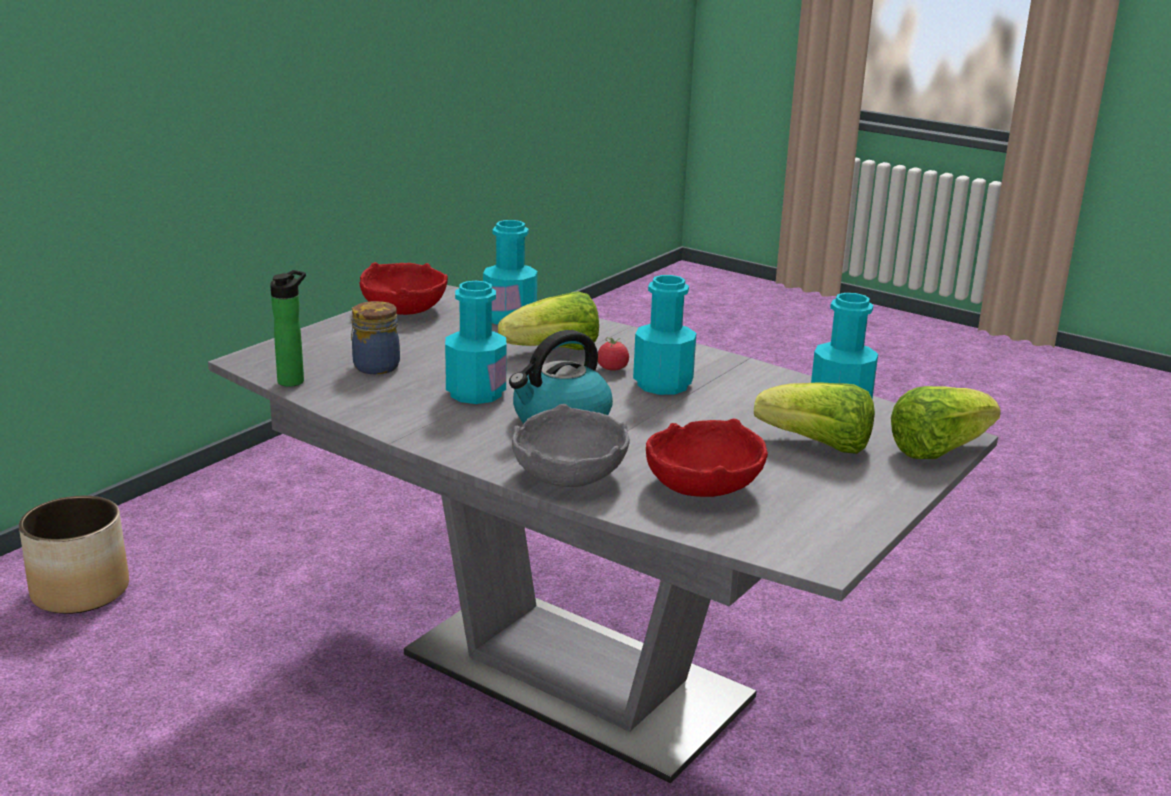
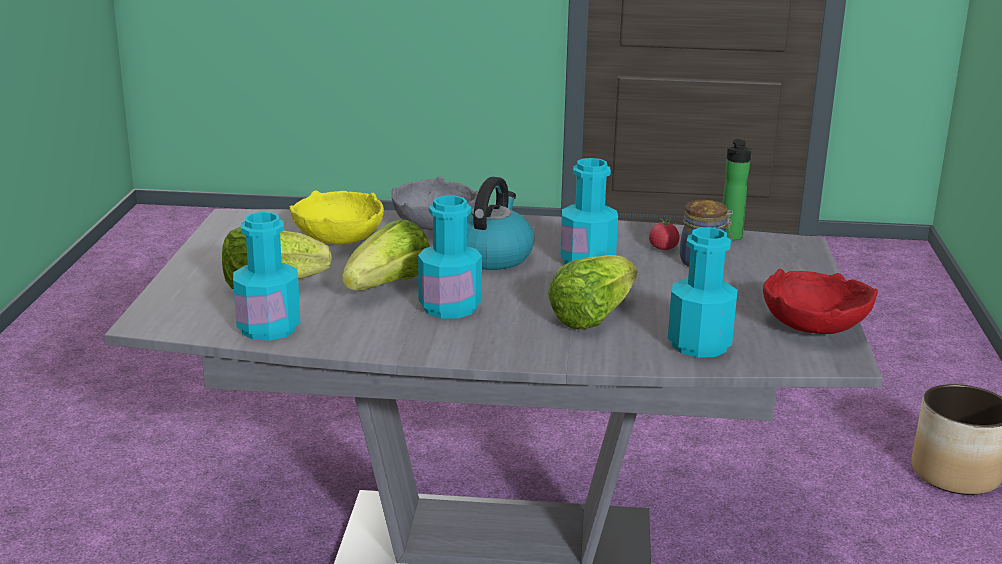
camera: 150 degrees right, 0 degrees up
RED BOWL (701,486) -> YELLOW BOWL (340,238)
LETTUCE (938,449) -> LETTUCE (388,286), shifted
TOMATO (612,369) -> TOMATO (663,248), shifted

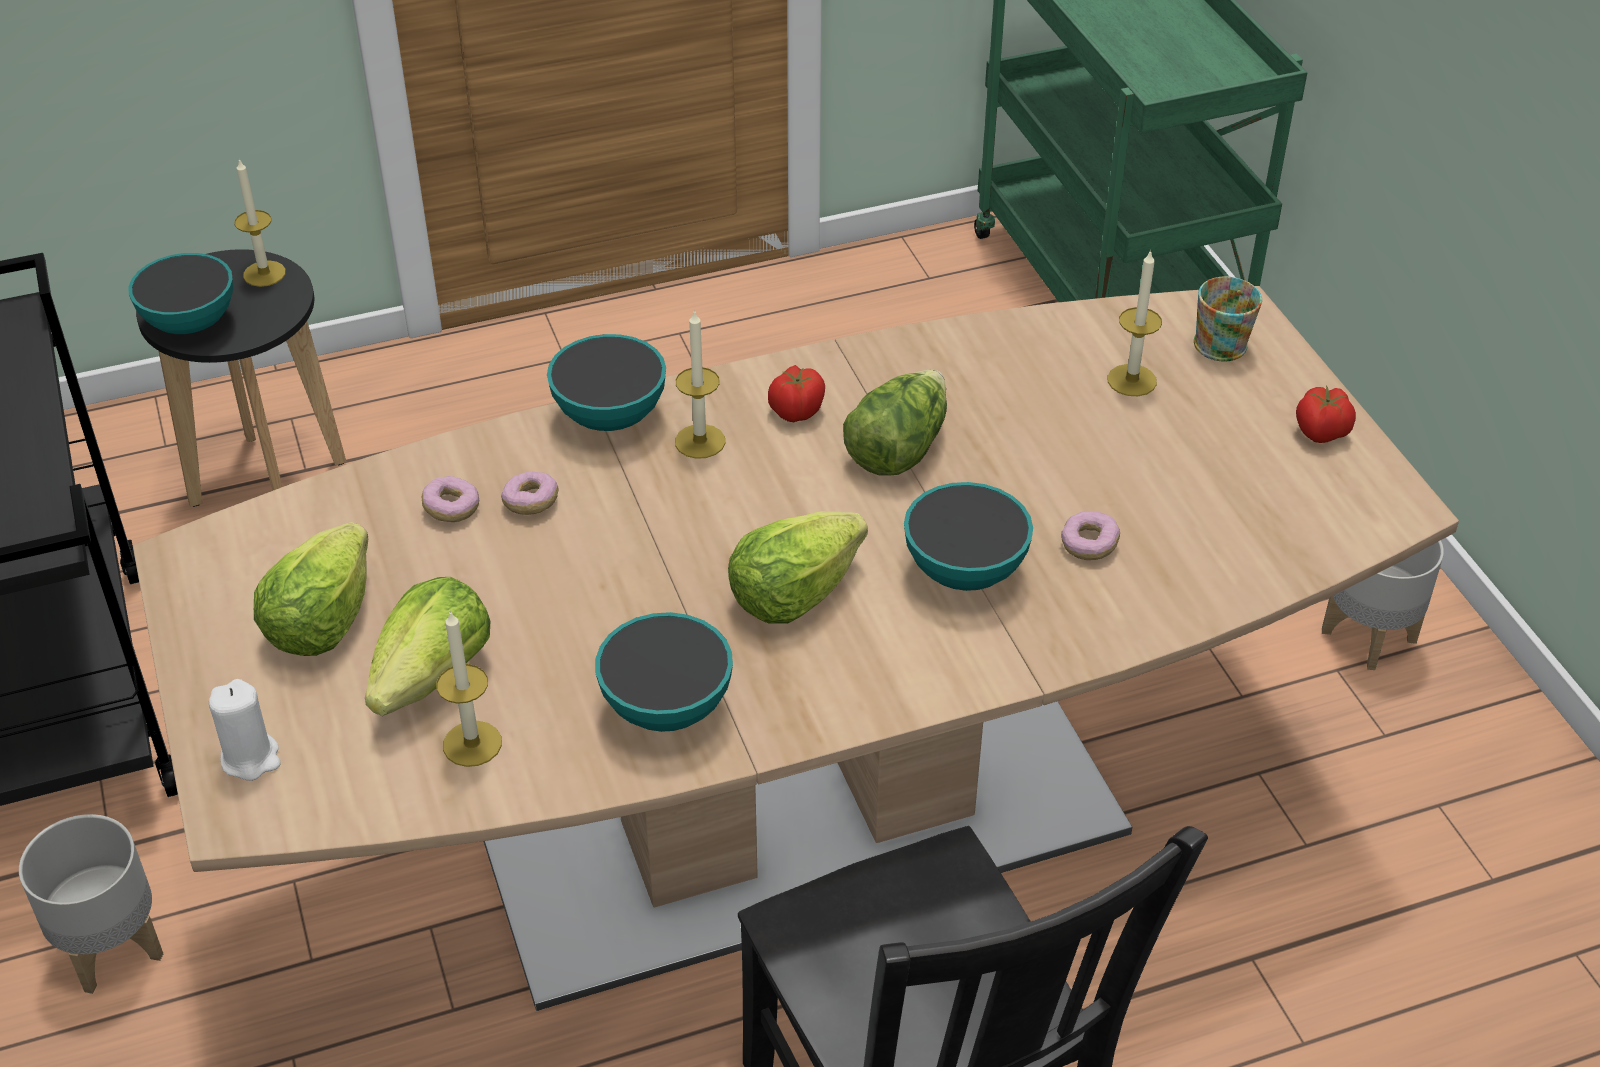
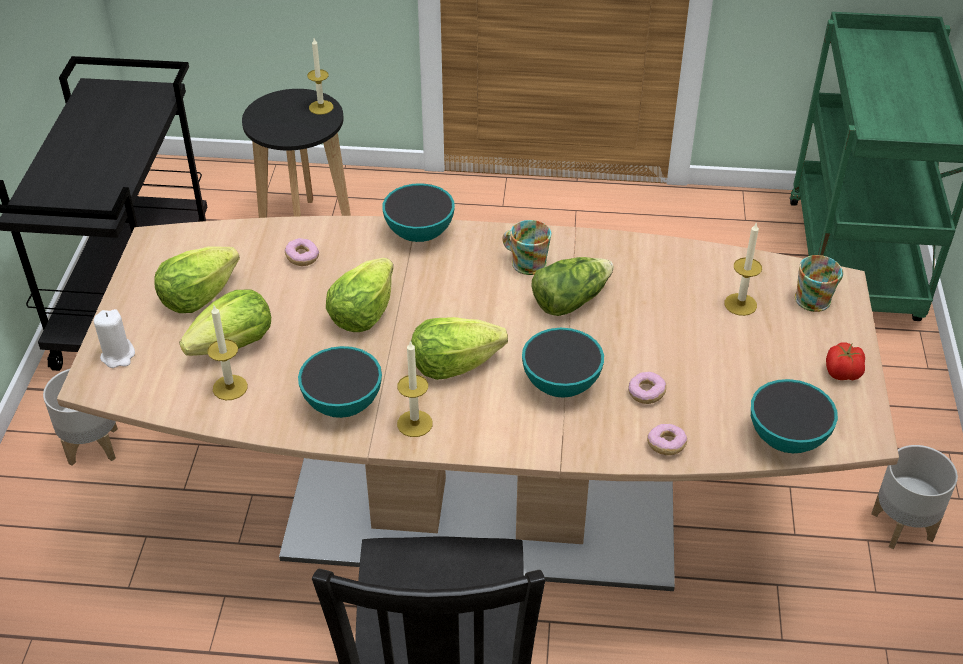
camera: 25 degrees right, 0 degrees up
none -> LETTUCE (362,314)
CANDLE (700,441) -> CANDLE (414,423), shifted
TOMATO (796,411) -> MUG (525,262)
DONUT (531,502) -> DONUT (666,445), shifted
BOWL (190,323) -> BOWL (786,438), shifted

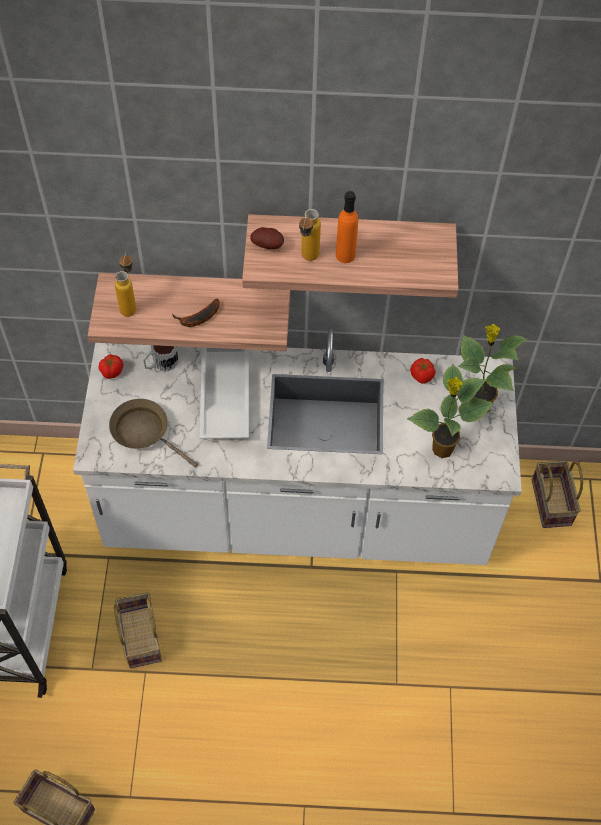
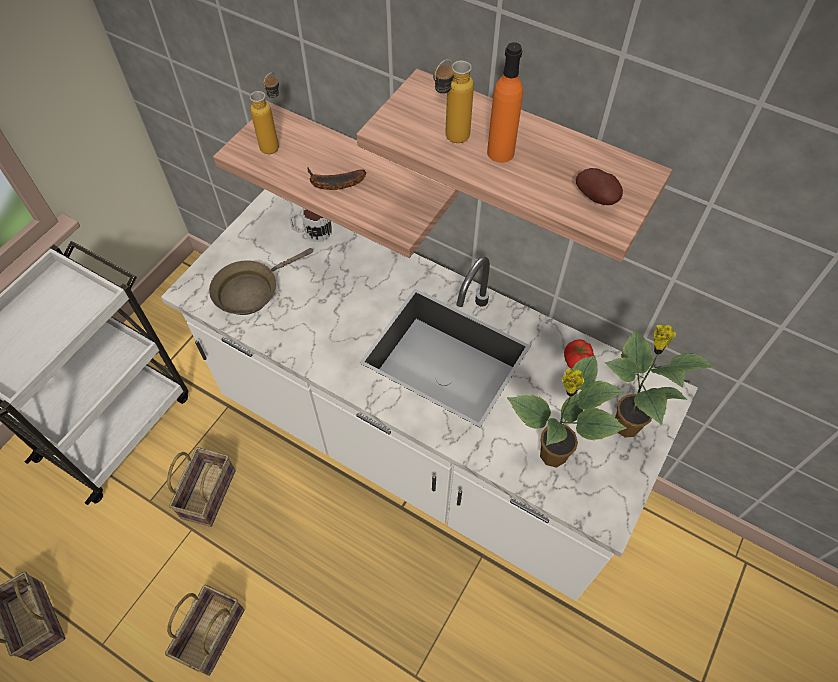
camera: 30 degrees right, 0 degrees up
BASKET (552,503) -> BASKET (212,637), shifted
BROWN FRYING PAN (144,432) -> BROWN FRYING PAN (251,290), 105 degrees counterclockwise
POTATO (268,245) -> POTATO (597,198), shifted
TOMATO (112,372) -> none
WHITE TRAY (223,395) -> none

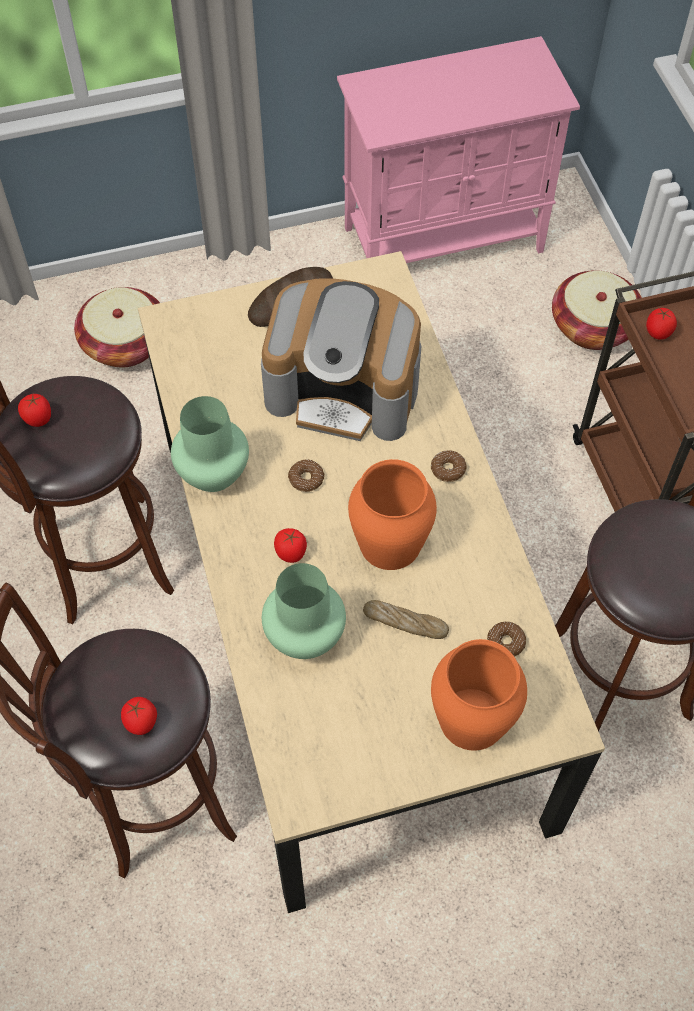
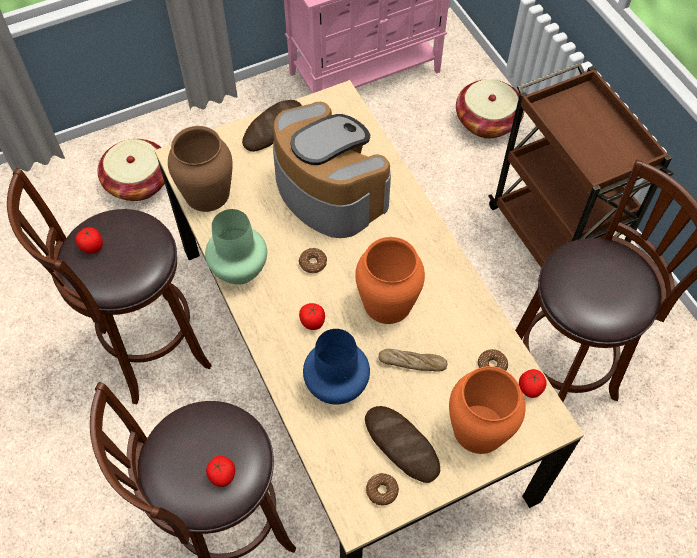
camera: 10 degrees left, 0 degrees up
none -> BROWN VASE (207,193)
COFFEE MACHINE (344,390) -> COFFEE MACHINE (328,191), 135 degrees counterclockwise
GREEN VASE (304,637) -> BLUE VASE (336,386)
none -> BREAD (401,445)
DONUT (448,469) -> DONUT (382,491), shifted
TOMATO (657,333) -> TOMATO (529,389), shifted

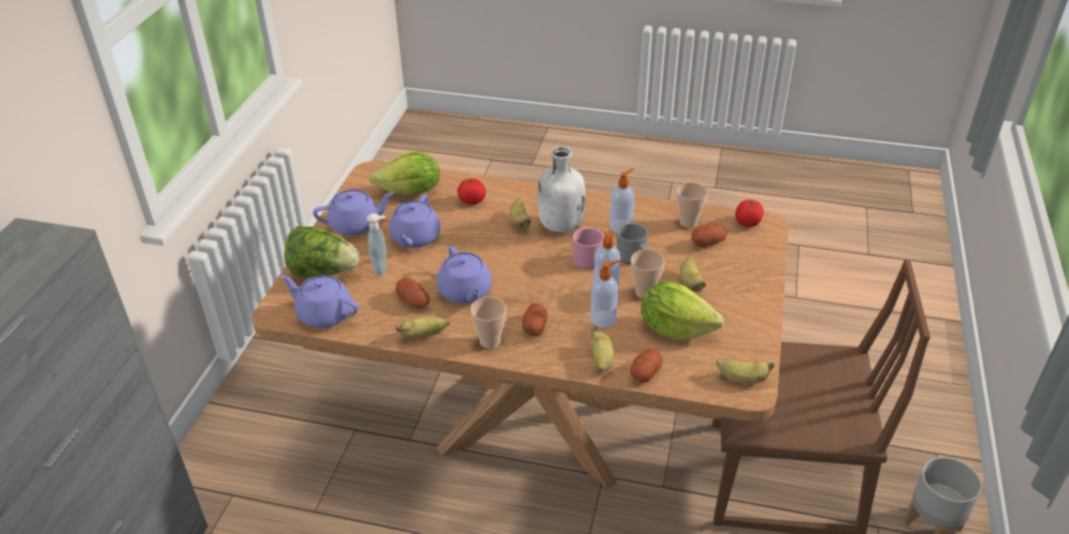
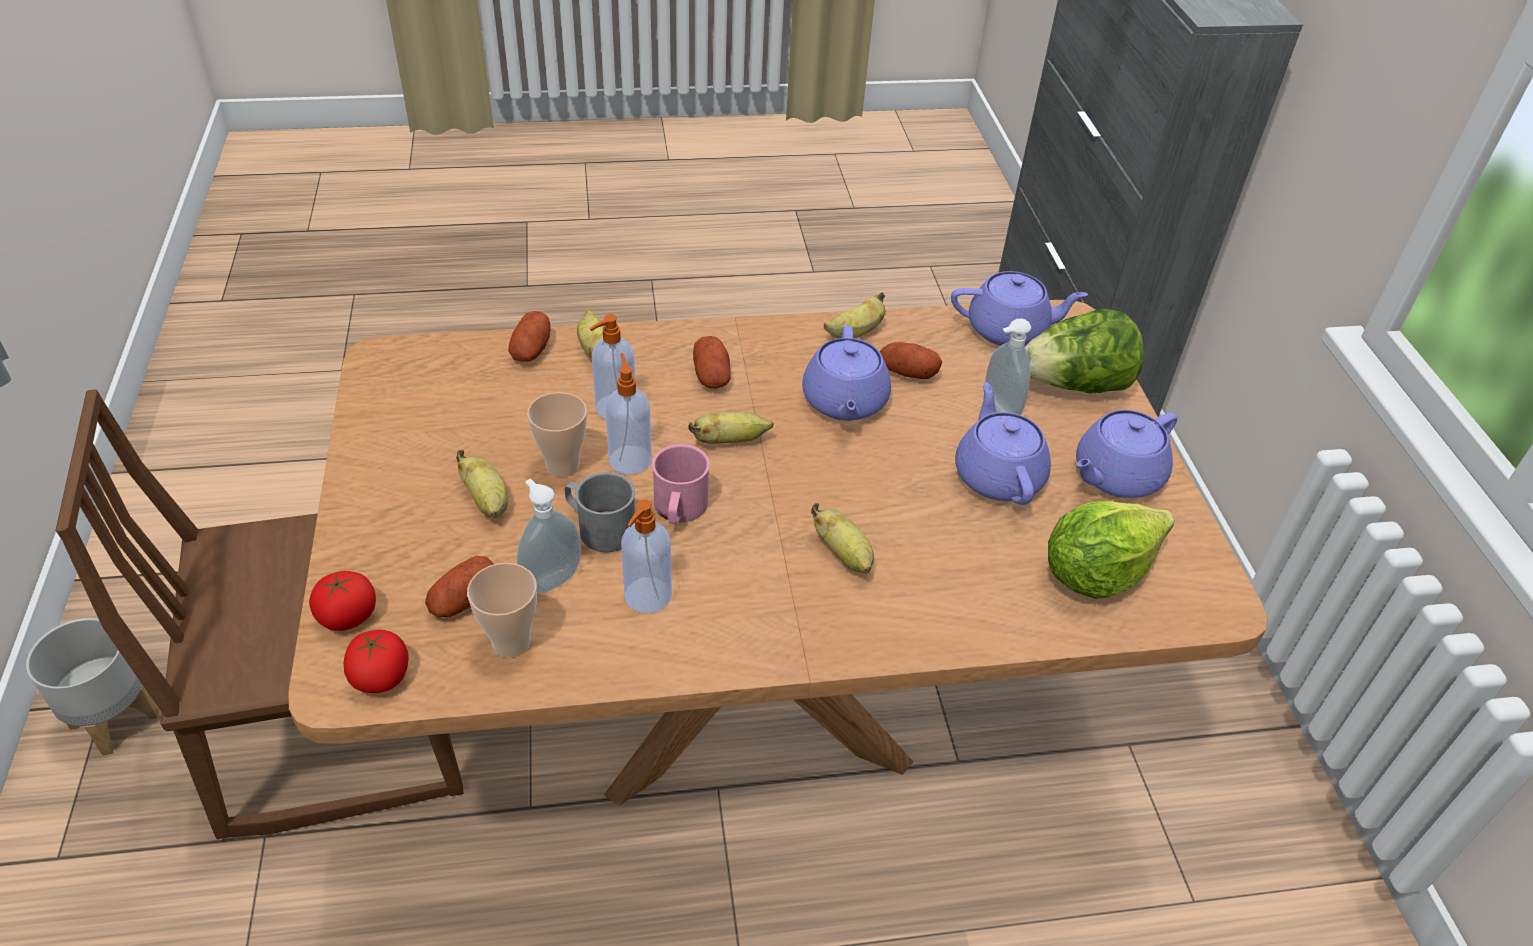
camera: 155 degrees right, 5 degrees up
TOMATO (472,201) -> TOMATO (348,616), shifted
none -> SOAP DISPENSER (550,579)
BANANA (742,379) -> BANANA (730,441), shifted
PURPLE TEAPOT (465,292) -> PURPLE TEAPOT (844,402), 135 degrees counterclockwise
CUP (490,342) -> none
WHITE BOTTLE (559,225) -> none
LETTUCE (675,328) -> none

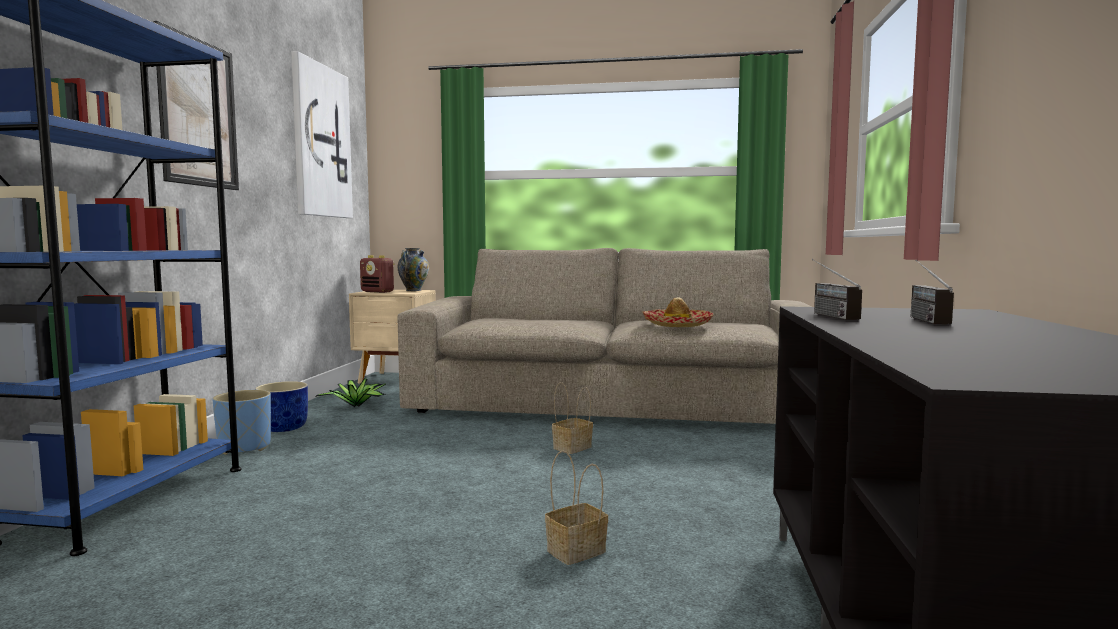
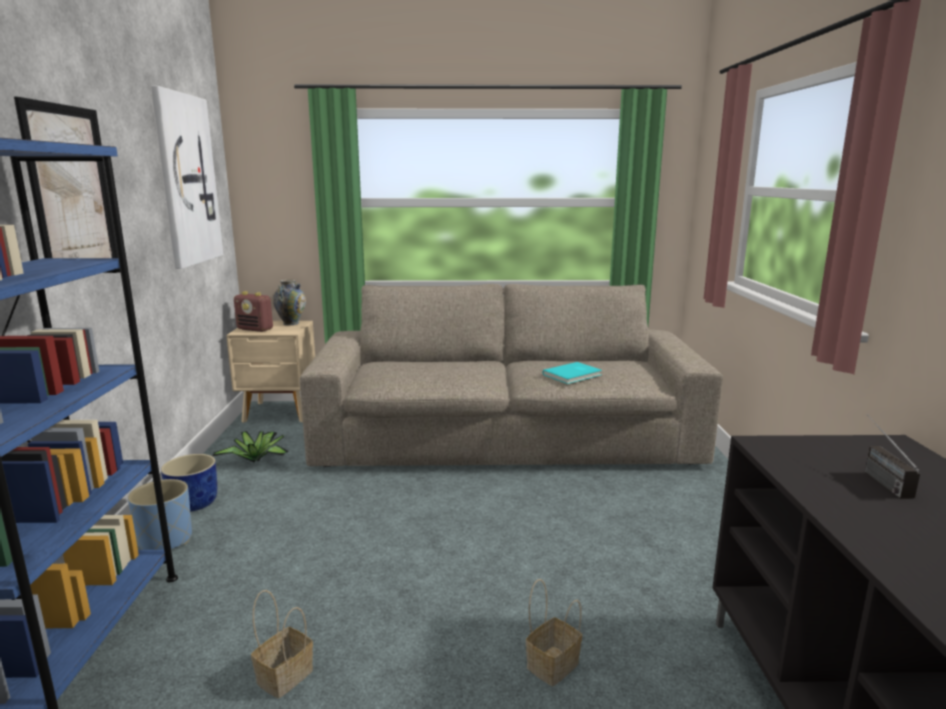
camera: 10 degrees left, 10 degrees up
BASKET (572,447) -> BASKET (285,675), shifted
HAT (676,325) -> TURQUOISE BOOK (573,375)
RADIO (825,314) -> none

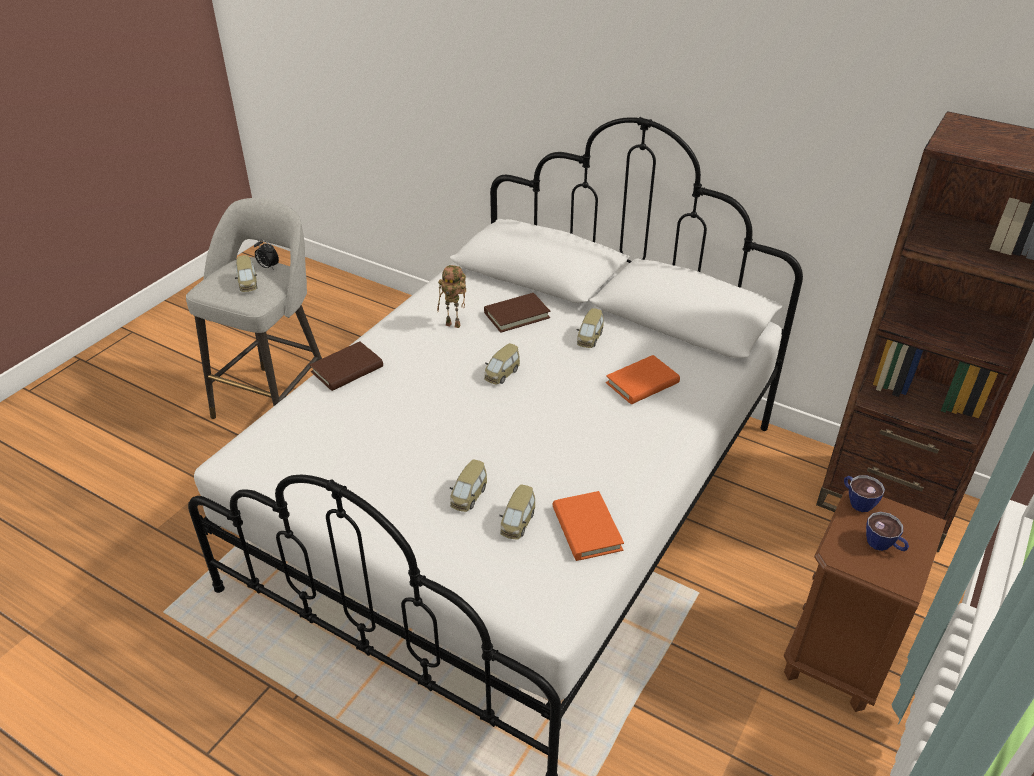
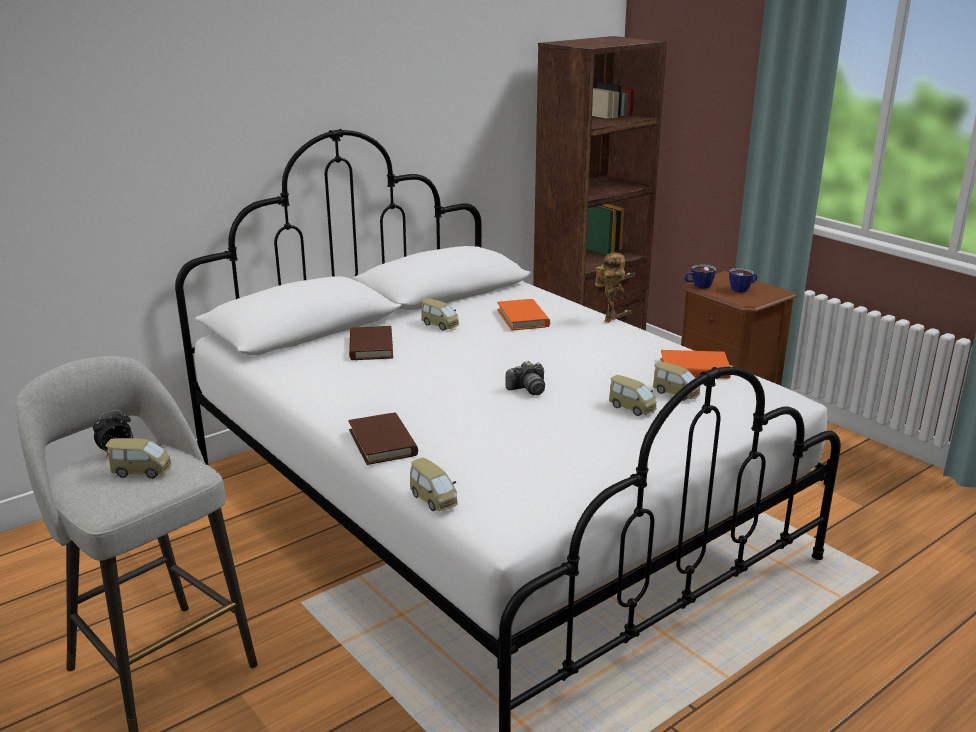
camera: 70 degrees left, 15 degrees down
TOY CAR (501,374) -> TOY CAR (434,499), shifted
none -> PHOTO CAMERA (528,389)
TOY ROBOT (454,324) -> TOY ROBOT (609,319), shifted

